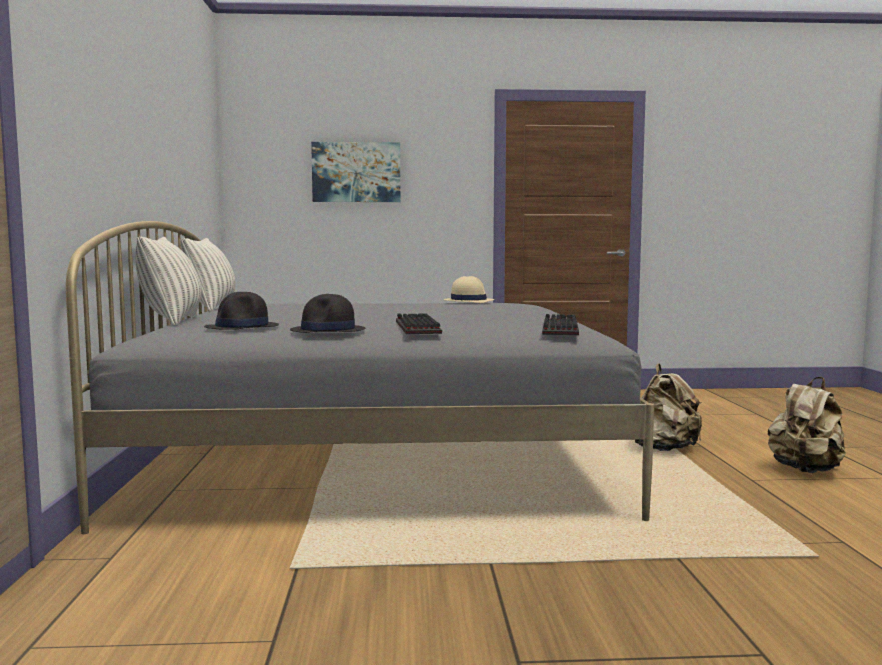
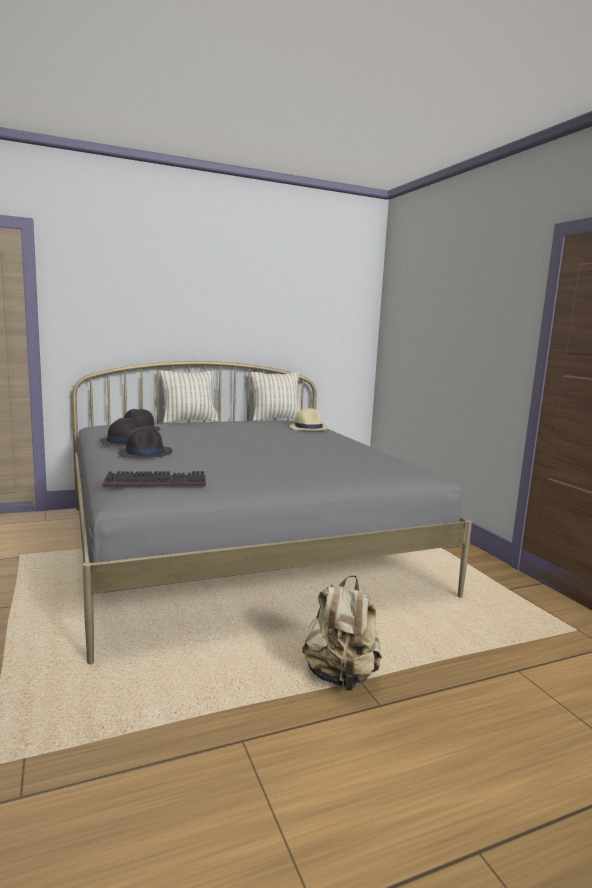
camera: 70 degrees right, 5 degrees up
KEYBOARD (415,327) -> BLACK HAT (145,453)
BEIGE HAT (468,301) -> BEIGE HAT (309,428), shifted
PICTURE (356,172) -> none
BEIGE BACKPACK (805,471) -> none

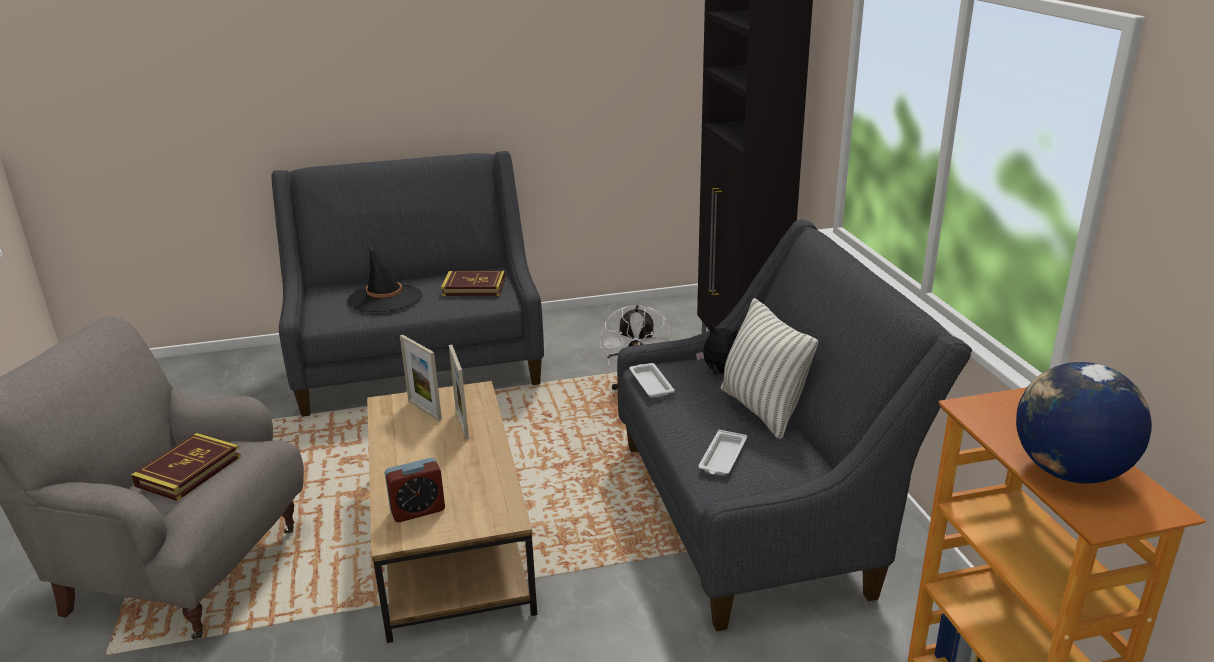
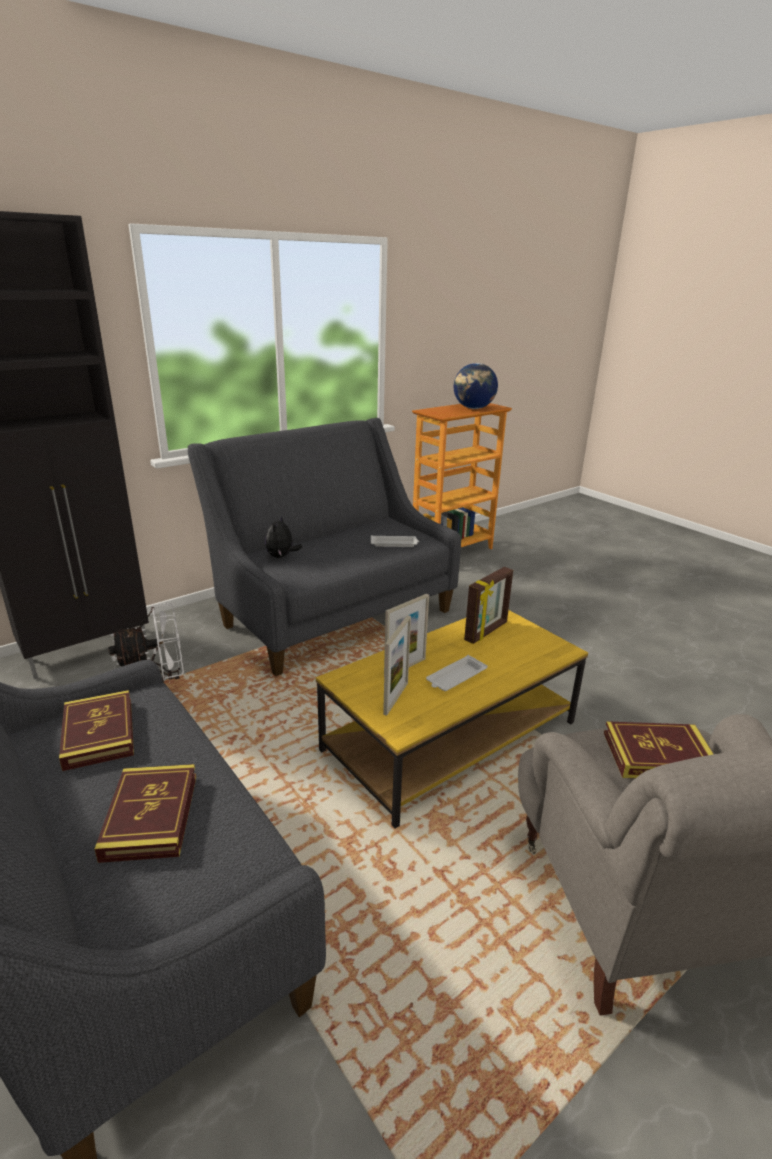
camera: 115 degrees left, 0 degrees up
BLACK HAT (385,299) -> BOOK (151,816)
BROWN COFFEE TABLE (450,536) -> YELLOW COFFEE TABLE (450,735)
WHITE TRAY (650,383) -> WHITE TRAY (455,678), shifted
none -> PICTURE FRAME (486,632)
ALARM CLOCK (418,510) -> none
PILLOW (762,410) -> none

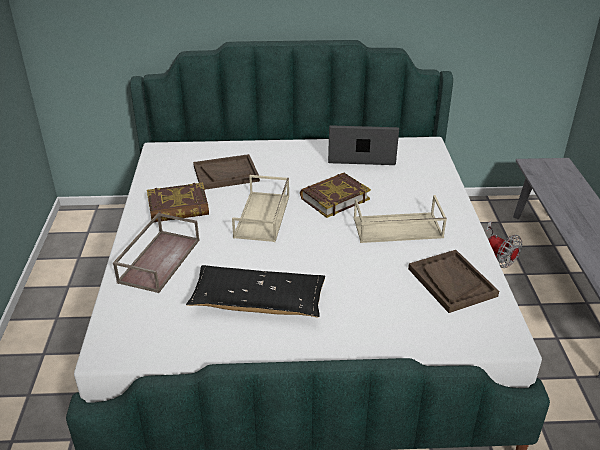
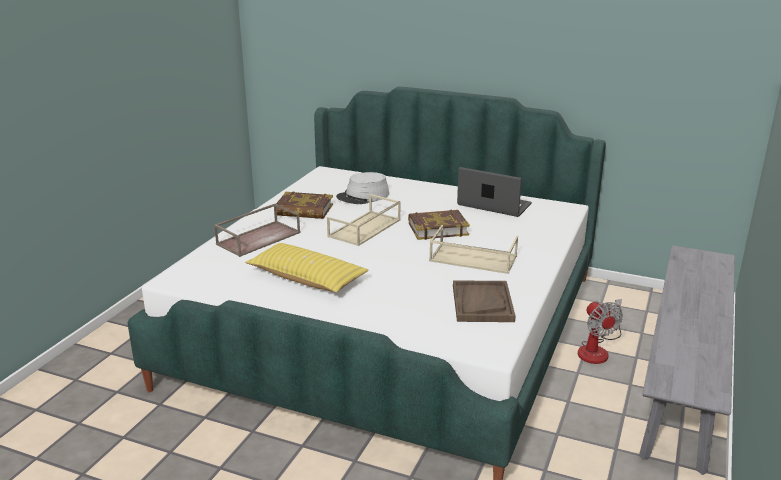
camera: 25 degrees right, 10 degrees down
BLACK PILLOW (258,301) -> YELLOW PILLOW (307,278)
BROWN TRAY (226,174) -> GREY HAT (363,196)

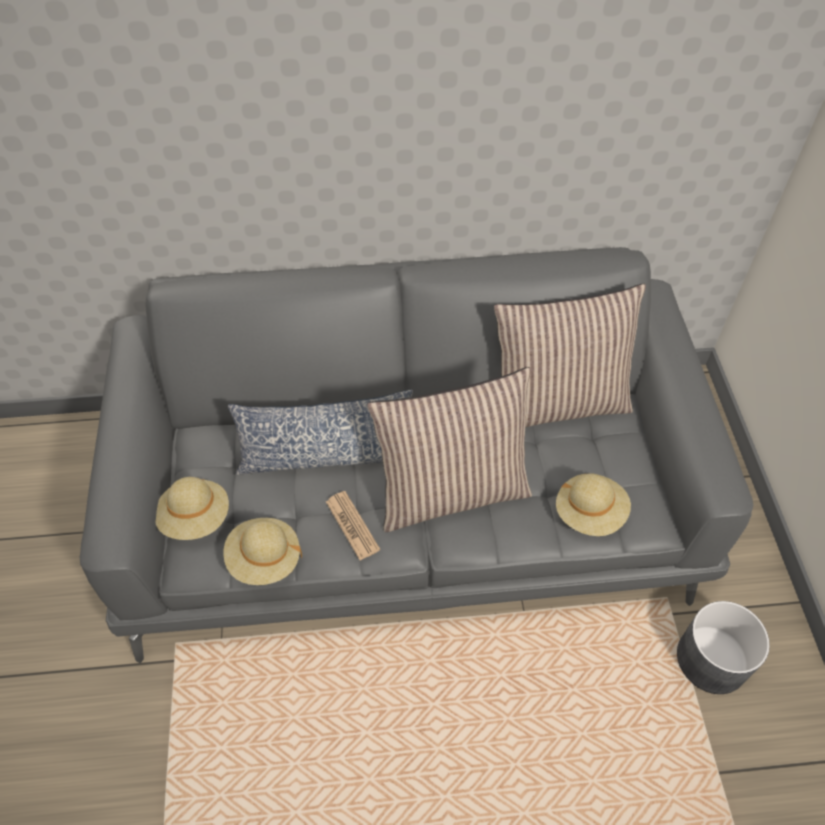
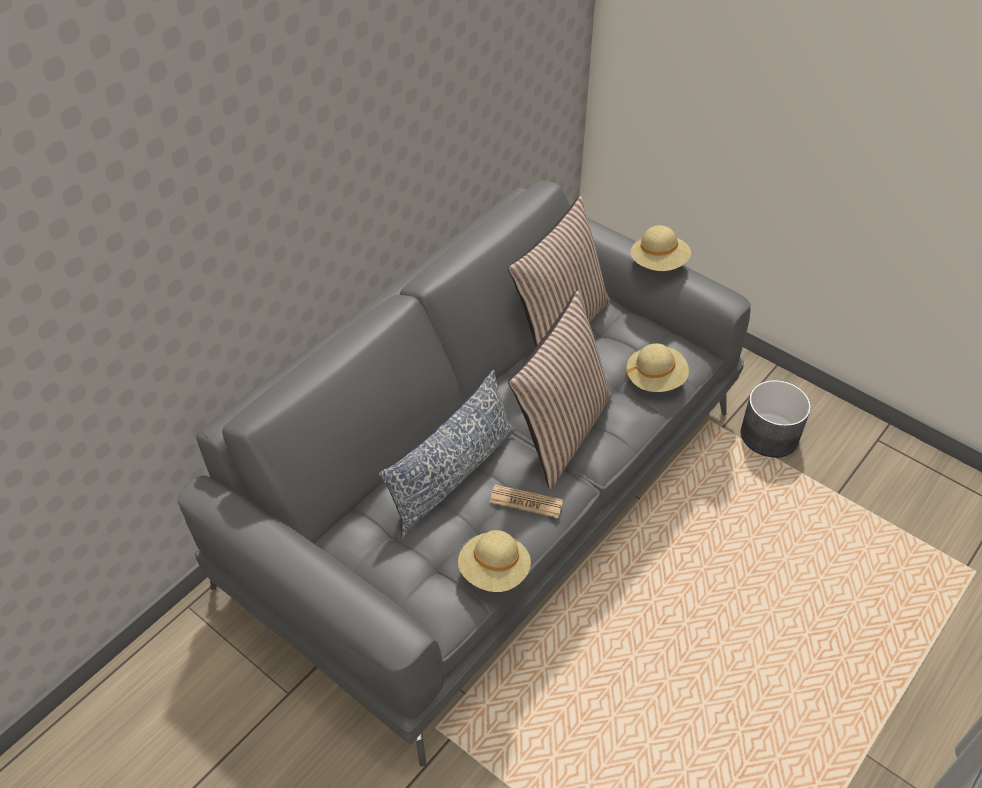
camera: 45 degrees left, 5 degrees down
BEIGE HAT (196,518) -> BEIGE HAT (659,263), shifted

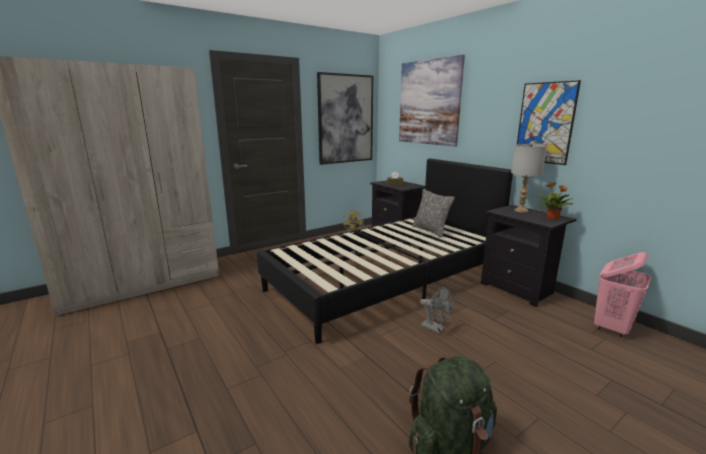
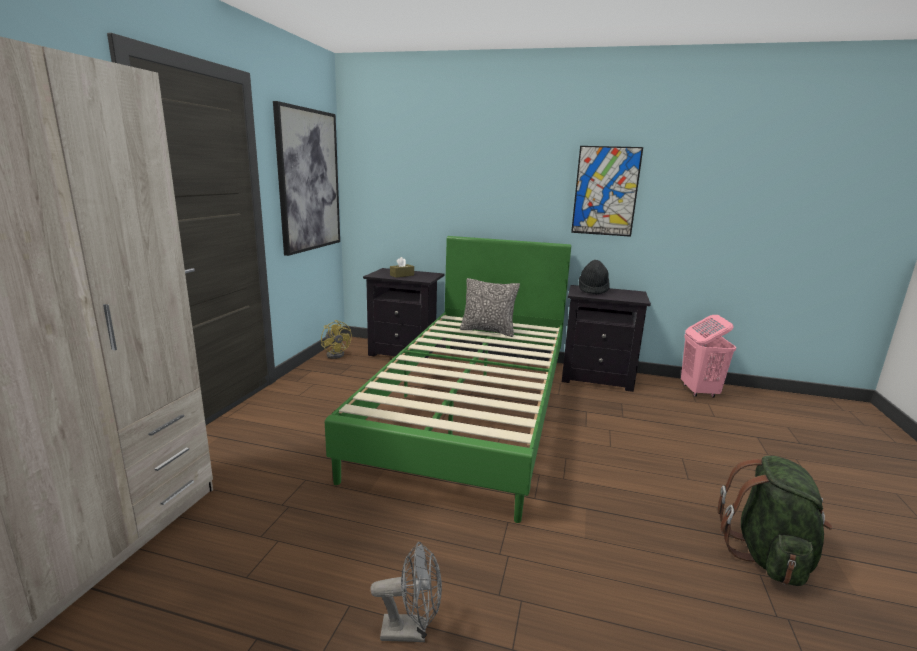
camera: 40 degrees left, 0 degrees up
BLACK BED (386,280) -> GREEN BED (472,409)
GREY FAN (436,329) -> GREY FAN (412,630), shifted
GREY TABLE LAMP (520,210) -> BLACK HAT (593,290)
PICTURE (429,102) -> none
POTTED PLANT (552,218) -> none

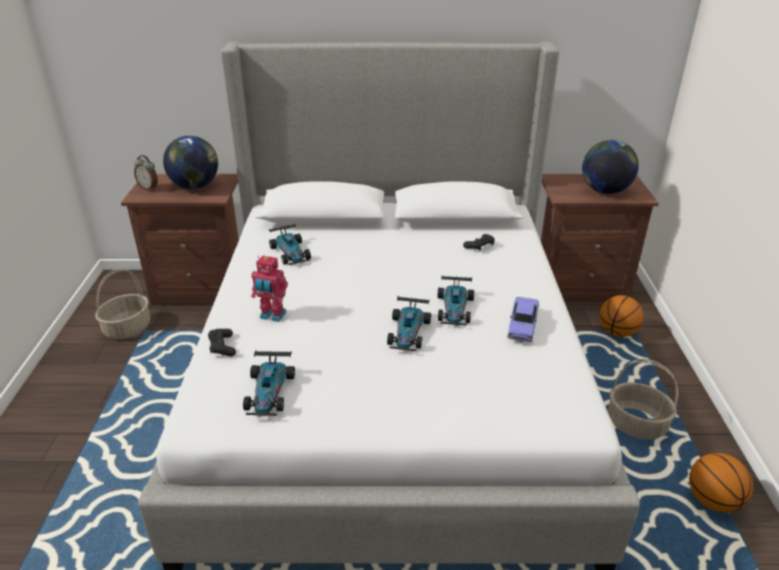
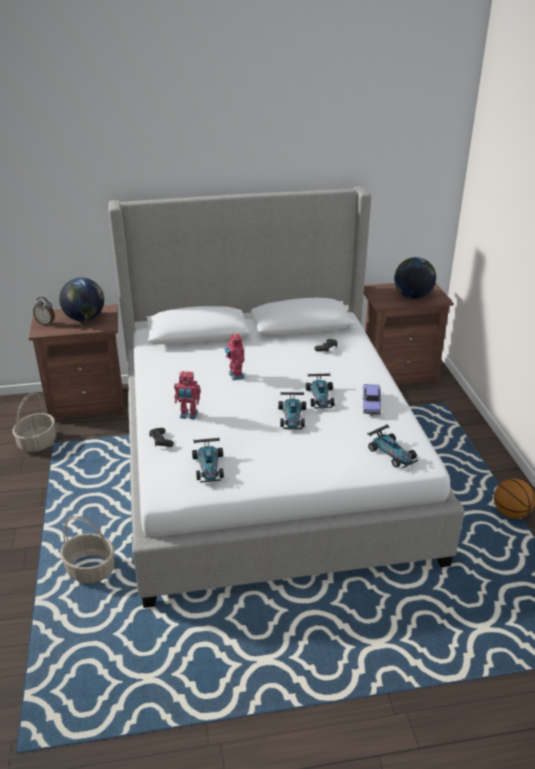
camera: 10 degrees left, 0 degrees up
BASKET (637,424) -> BASKET (91,569), shifted
none -> TOY ROBOT (235,375)
TOY CAR (291,252) -> TOY CAR (392,453), shifted
BASKETBALL (617,332) -> none

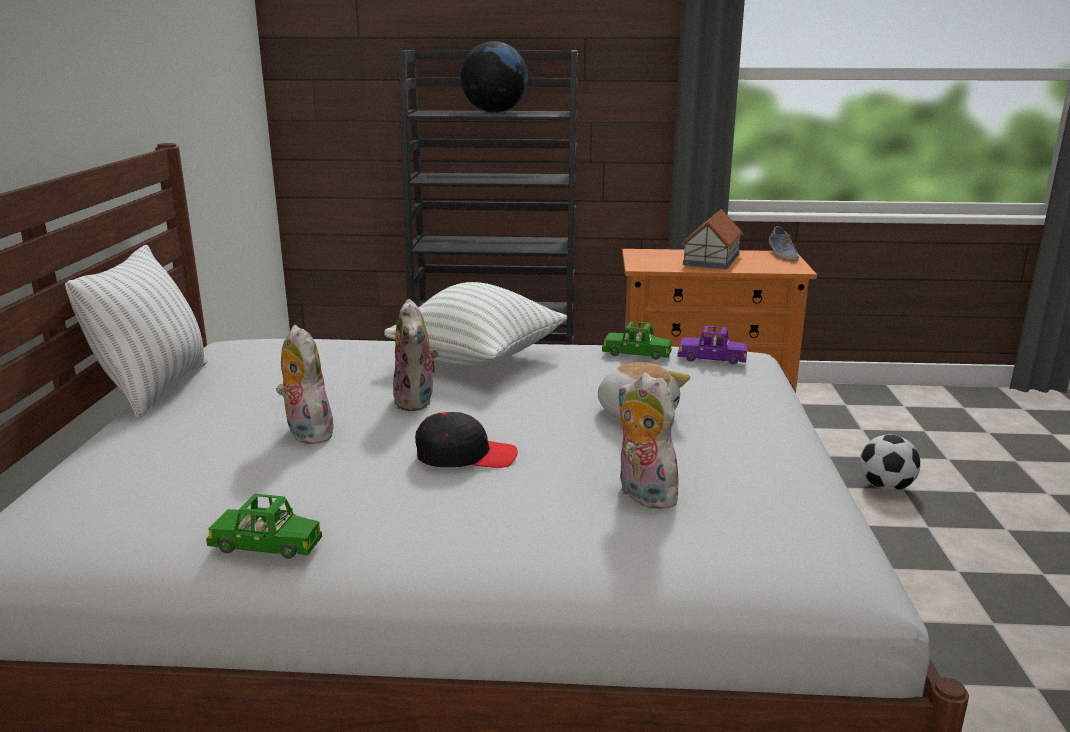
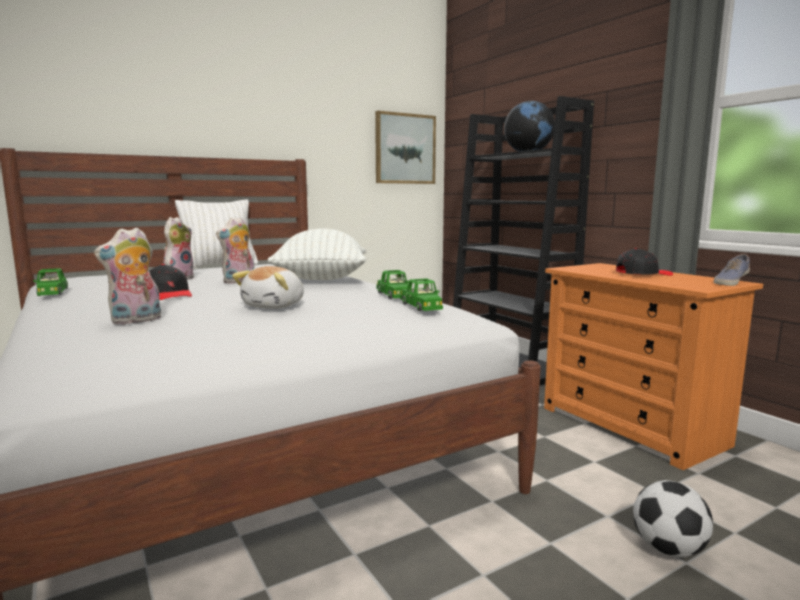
camera: 55 degrees right, 10 degrees down
PLUSH TOY (642,495) -> PLUSH TOY (136,321), 150 degrees counterclockwise
none -> PICTURE (405,149)
PURPLE TOY CAR (712,358) -> GREEN TOY CAR (421,306)
TOY HOUSE (710,259) -> BLACK CAP (642,274)

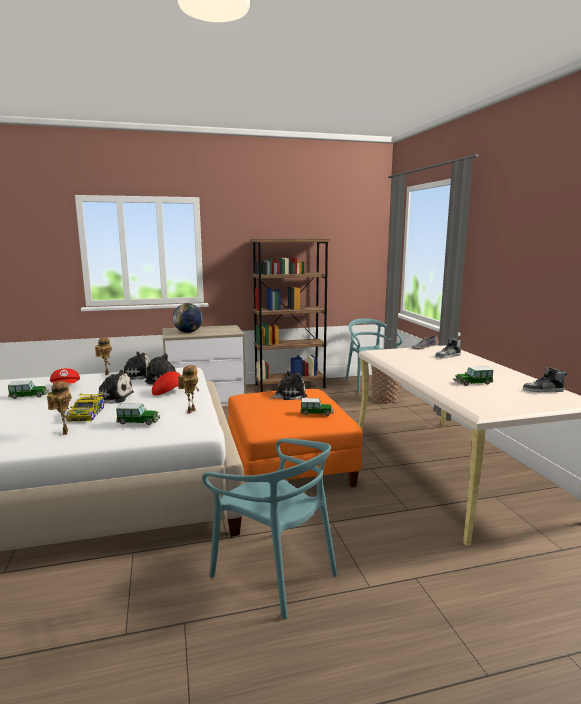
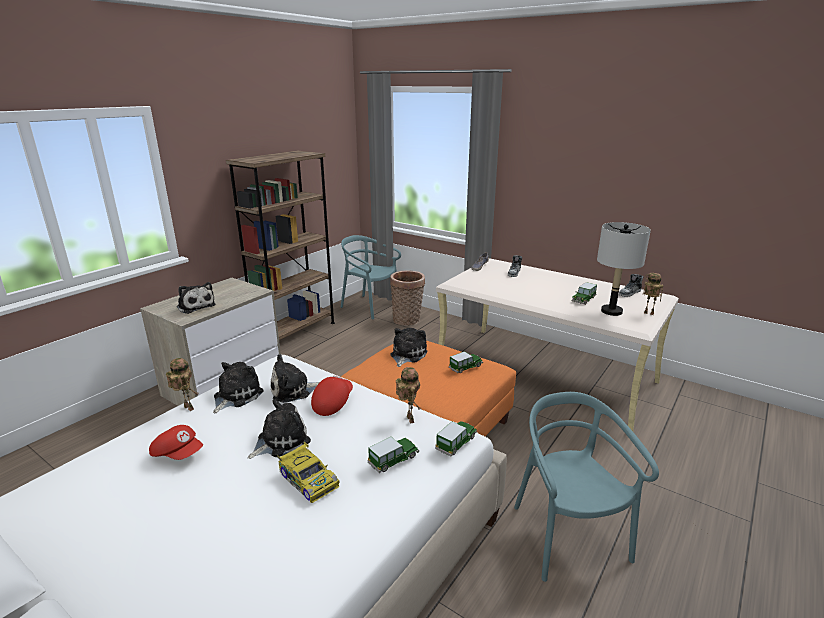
camera: 40 degrees left, 10 degrees up
GLOBE (188,332) -> PLUSH TOY (195,306)
TOY CAR (29,396) -> TOY CAR (456,442), shifted
TURQUOISE CHAIR (275,572) -> TURQUOISE CHAIR (567,536), 105 degrees counterclockwise
none -> GREY TABLE LAMP (611,311)
TOY ROBOT (63,432) -> TOY ROBOT (647,313), shifted

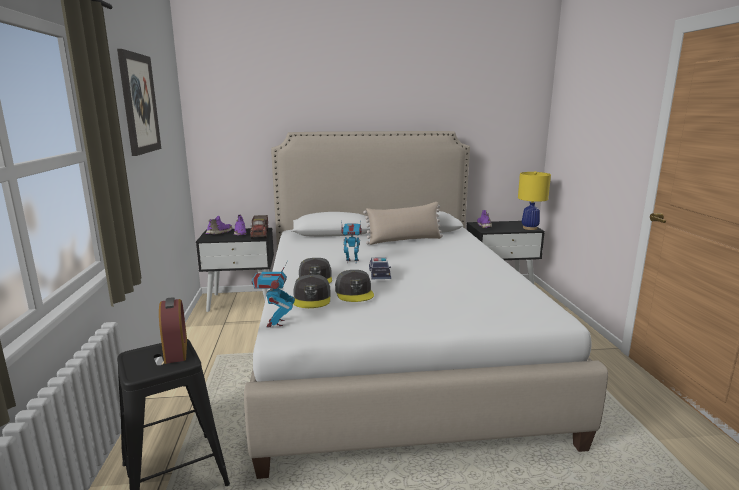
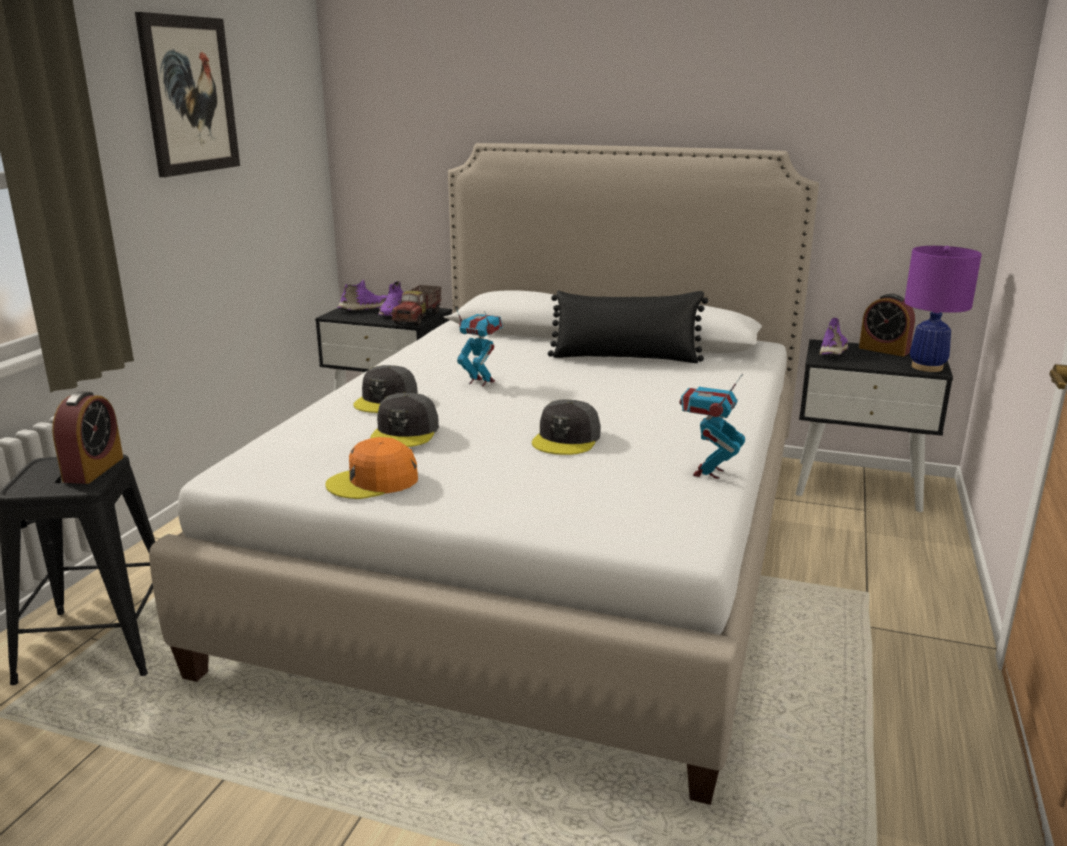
camera: 25 degrees right, 5 degrees up
none -> ORANGE CAP (374,481)
GREY CAP (312,298) -> GREY CAP (567,439), shifted
BEIGE PILLOW (404,240) -> BLACK PILLOW (625,358)
TOY ROBOT (275,323) -> TOY ROBOT (708,472), shifted
none -> ALARM CLOCK (884,350)
YELLOW TABLE LAMP (529,228) -> PURPLE TABLE LAMP (926,367)
TOY CAR (379,274) -> none

